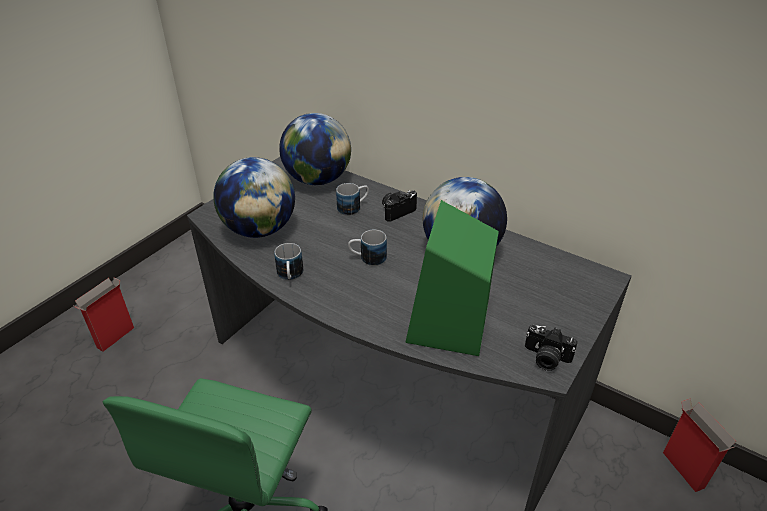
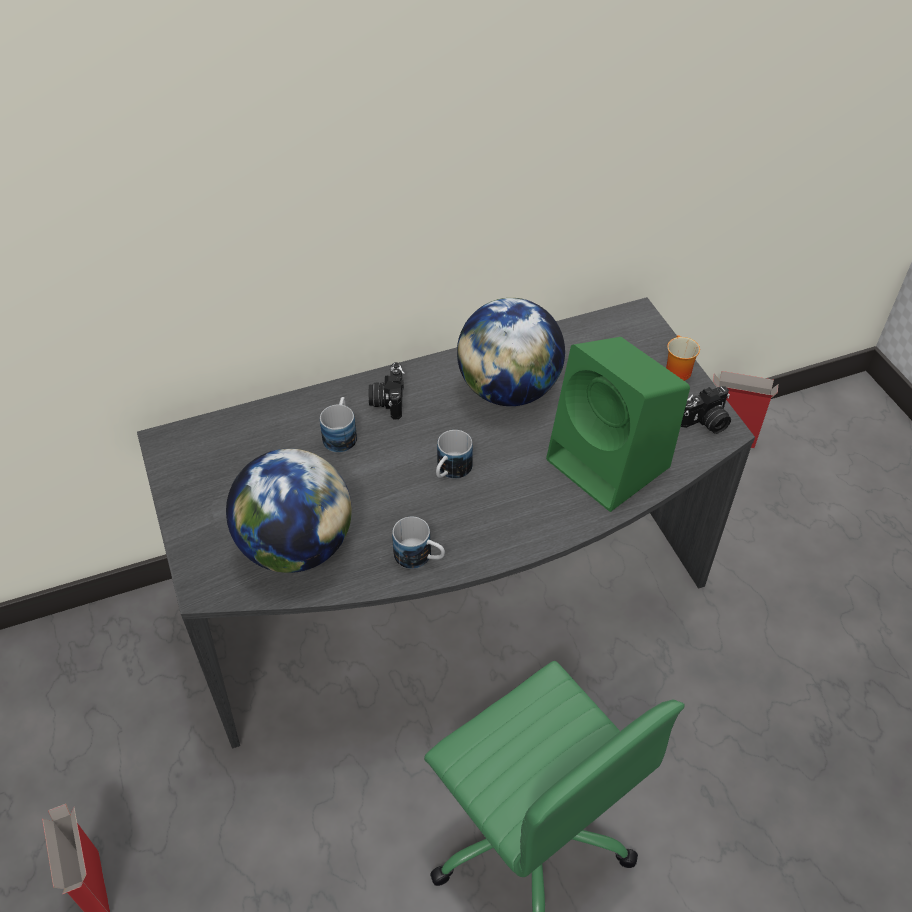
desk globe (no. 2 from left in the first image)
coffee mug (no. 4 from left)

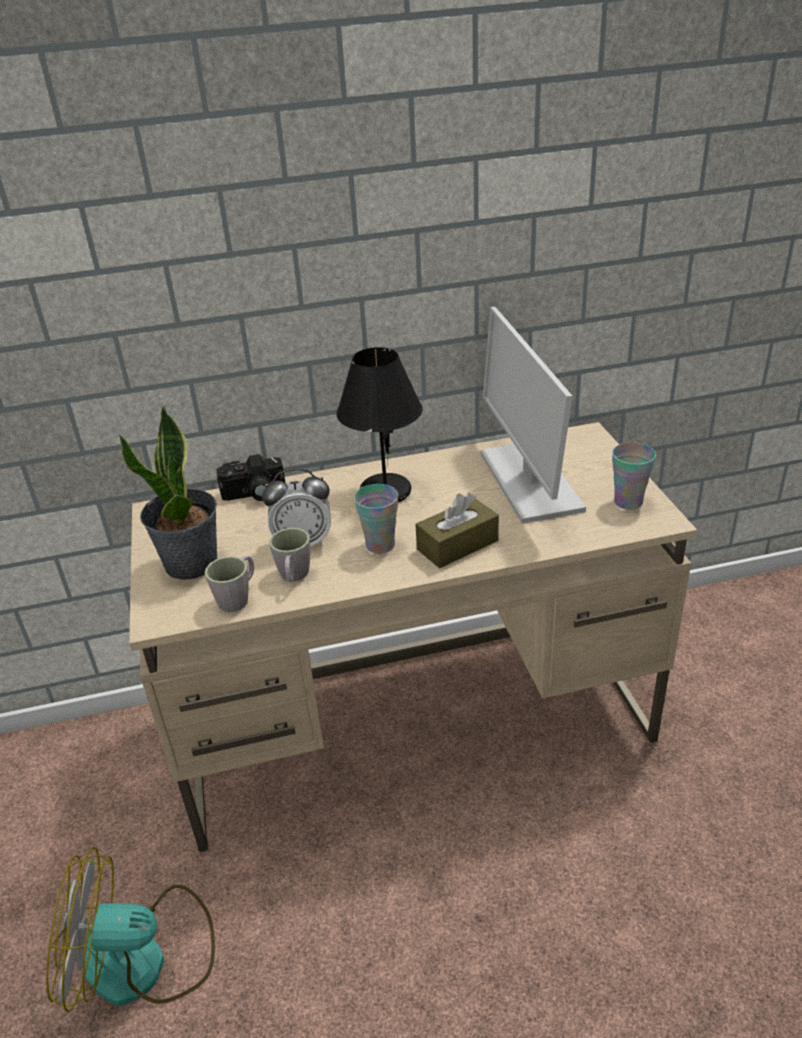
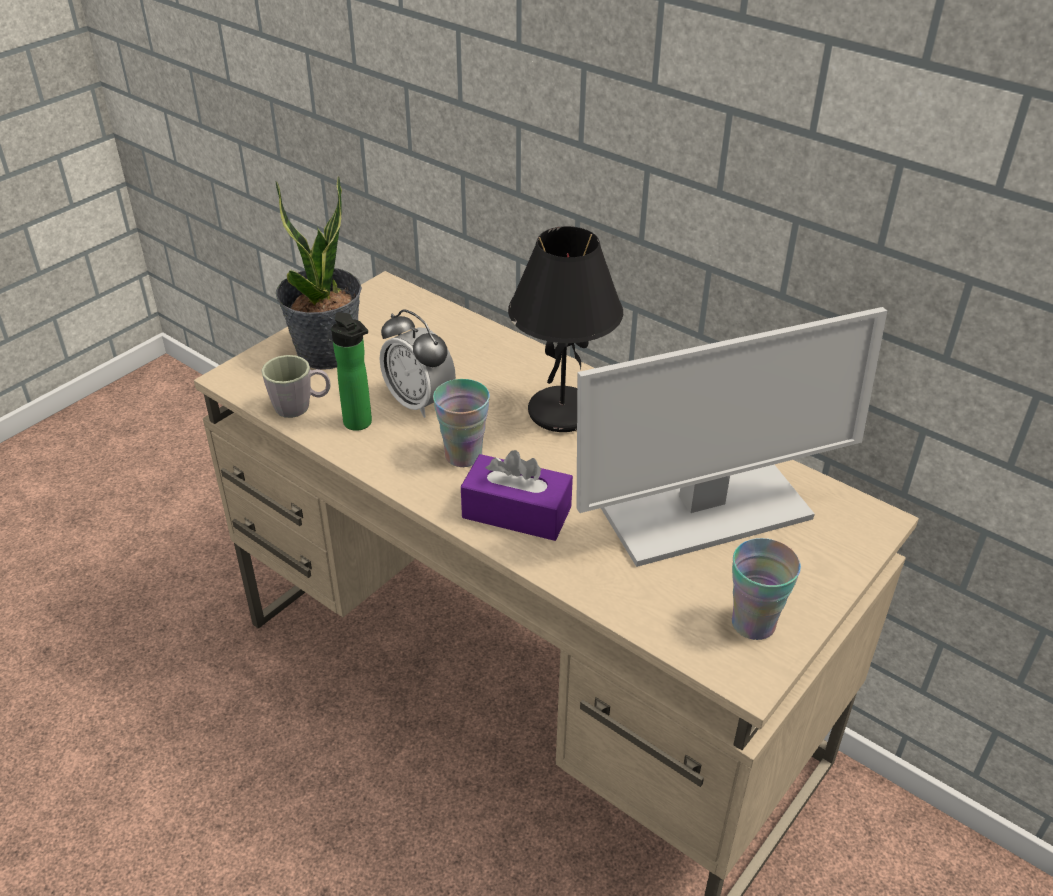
electric fan
photo camera
drink bottle
purple-coloured box of tissues
computer screen

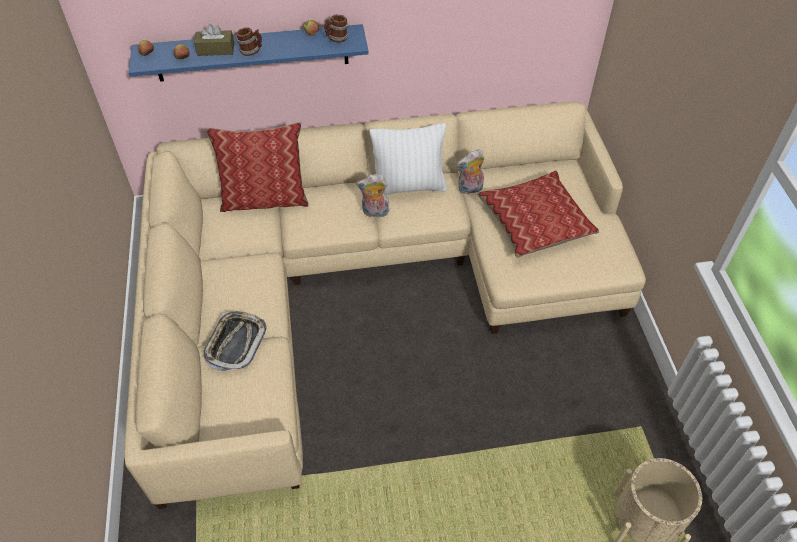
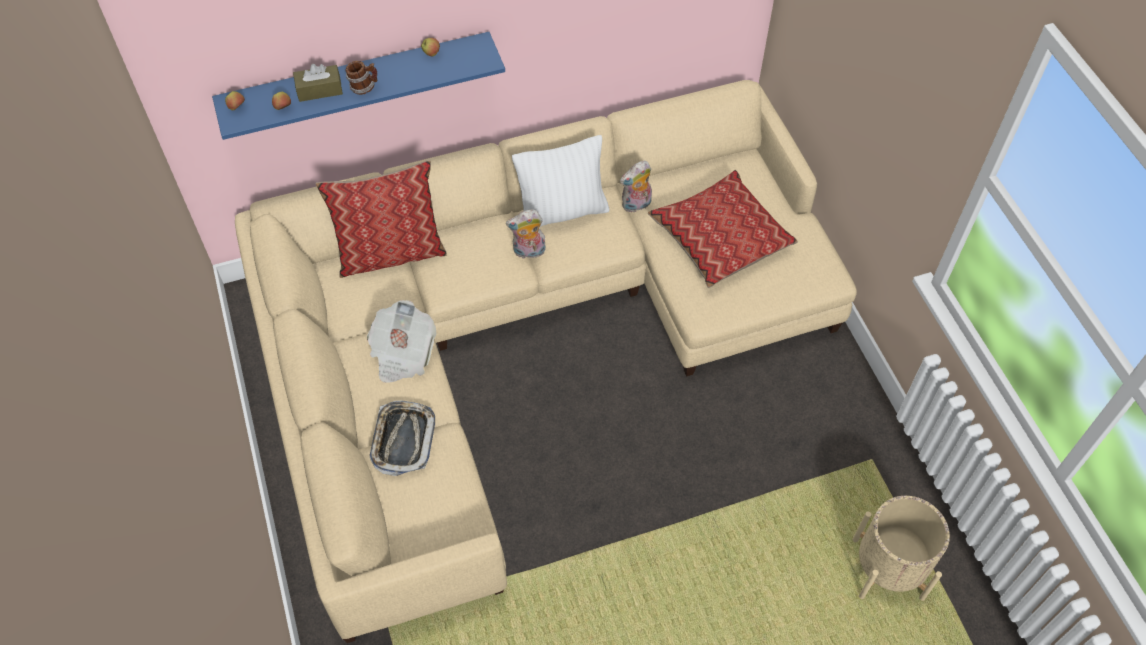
coffee mug (no. 2 from left in the first image)
newspaper

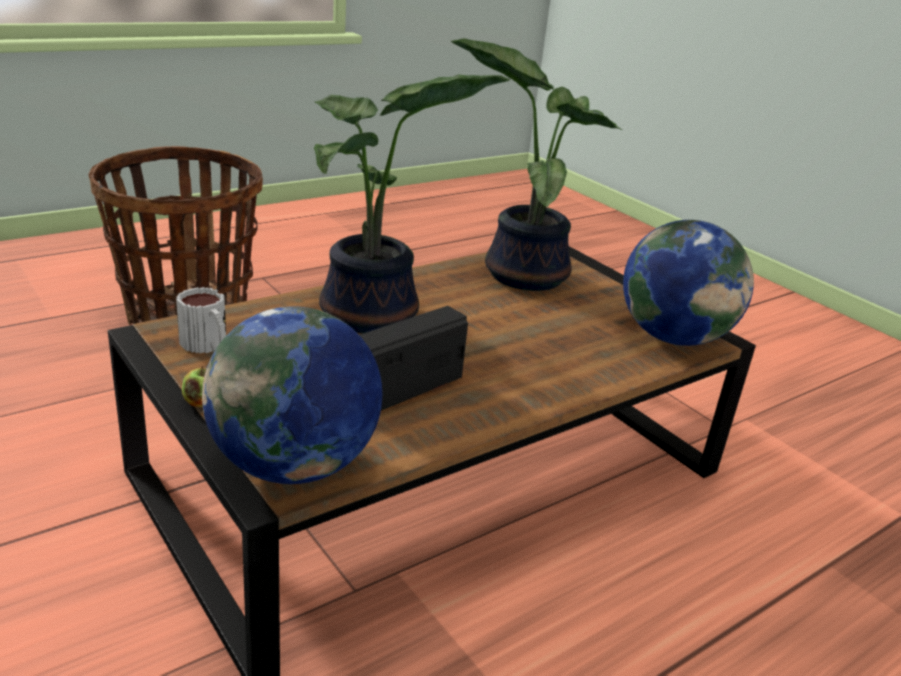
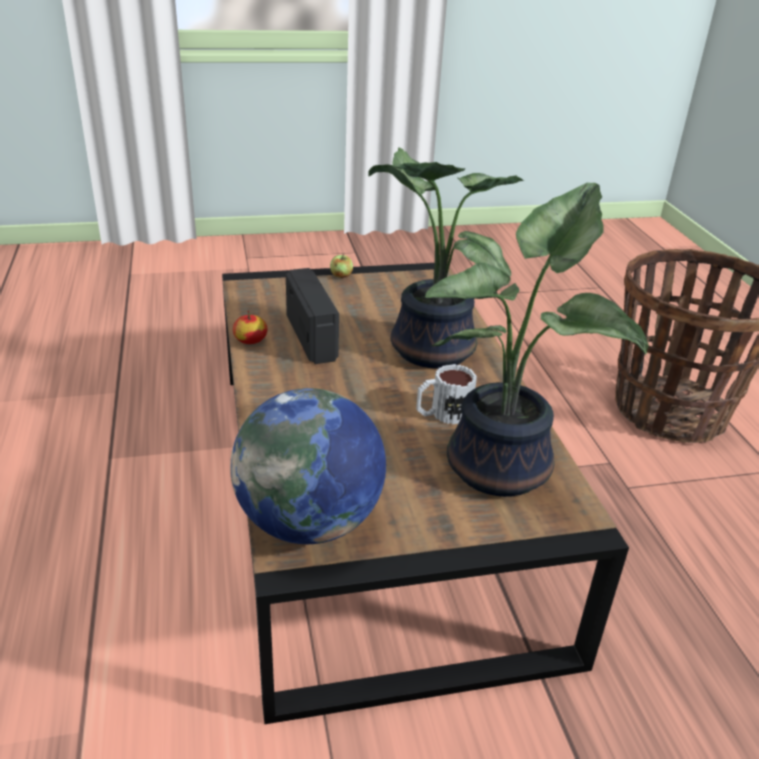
coffee mug
desk globe (no. 1 from left in the first image)
apple (no. 1 from left)

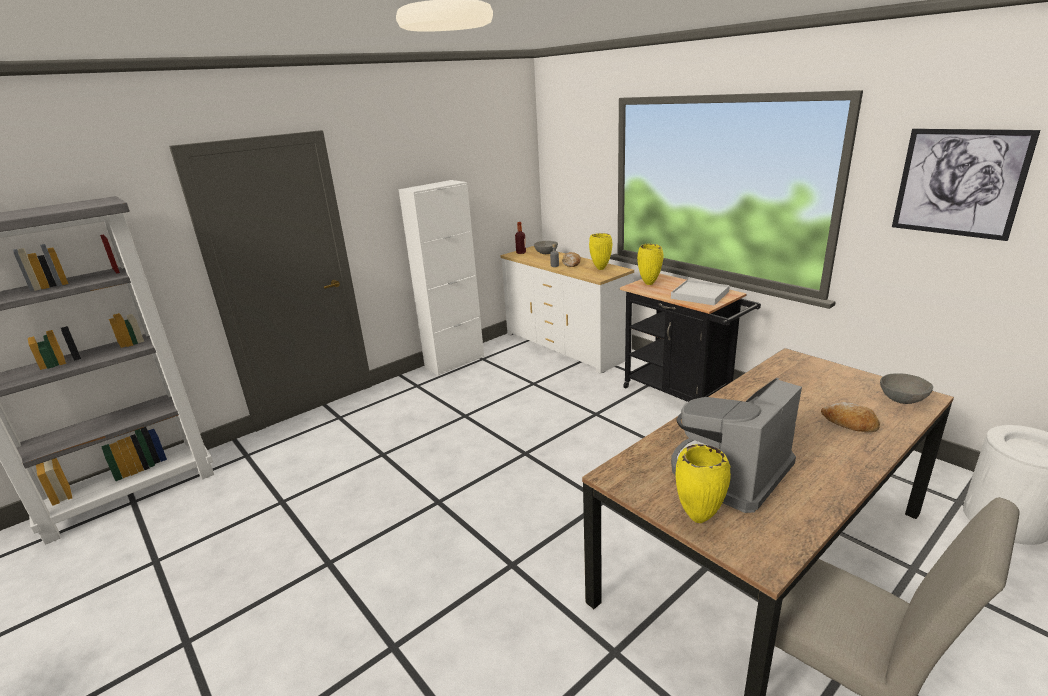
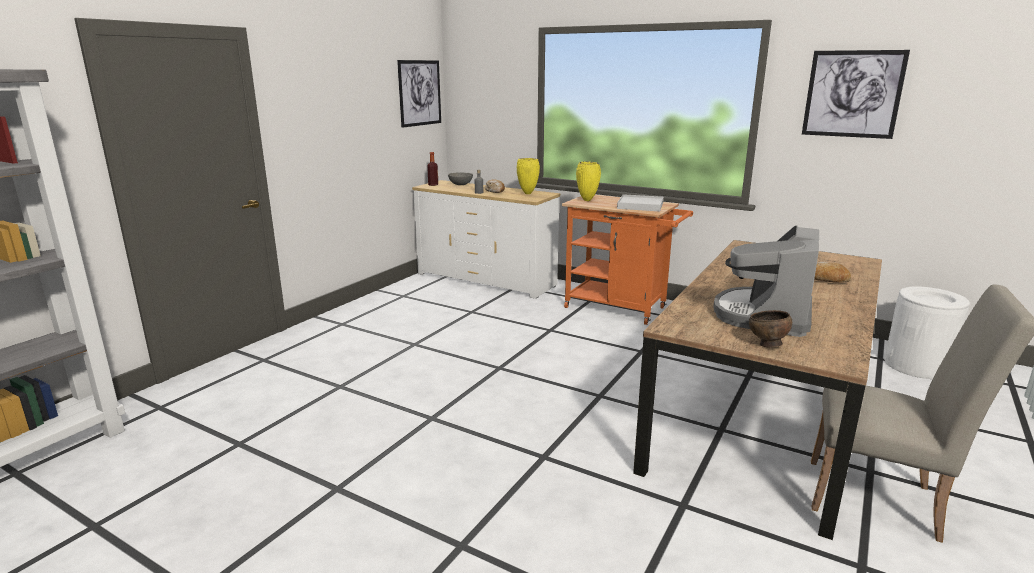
whitish cupboard
orangey cart
brown bowl
greyish bowl (no. 2 from left in the first image)
wall picture (no. 1 from left)

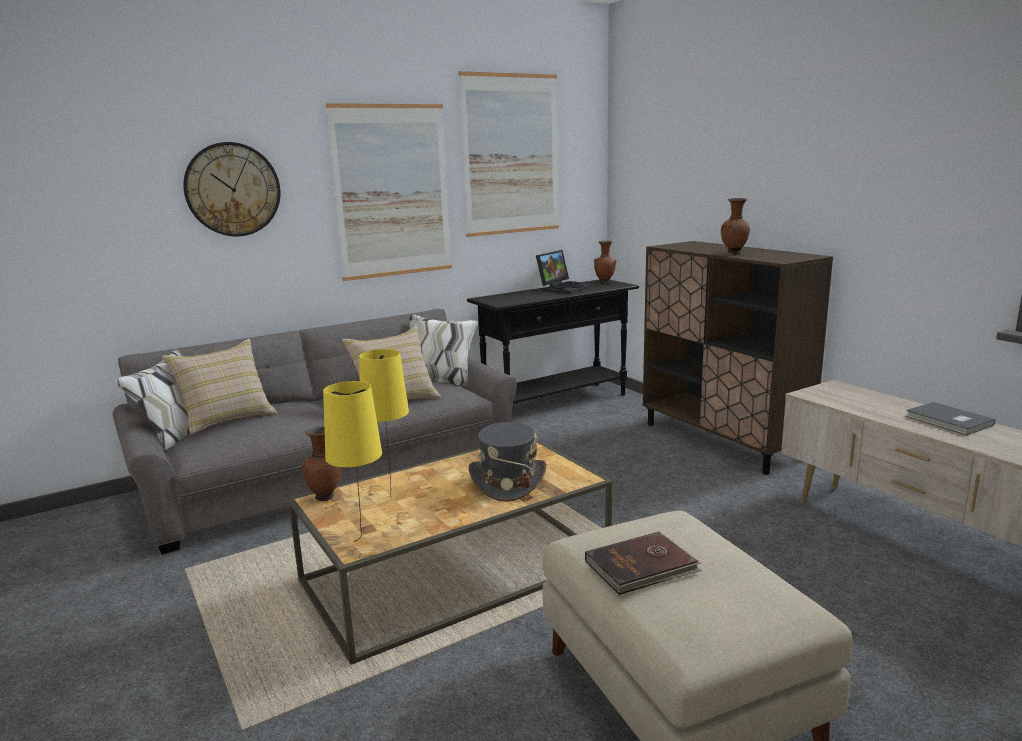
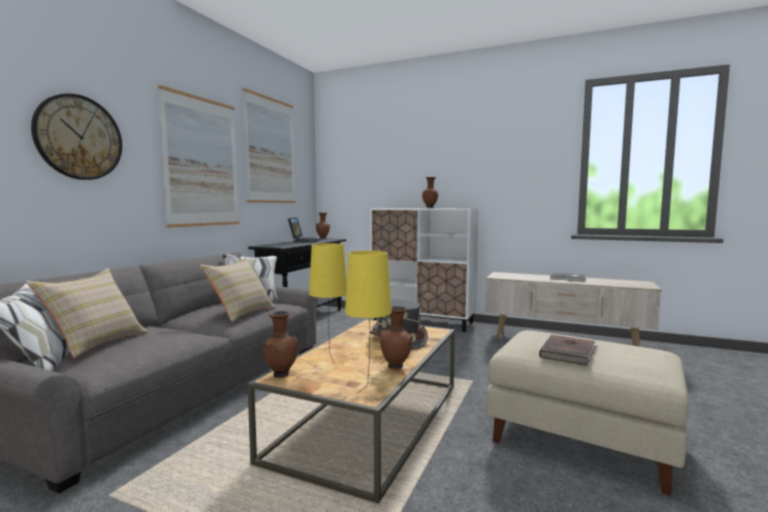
whitish cupboard
brown vase (no. 3 from left)

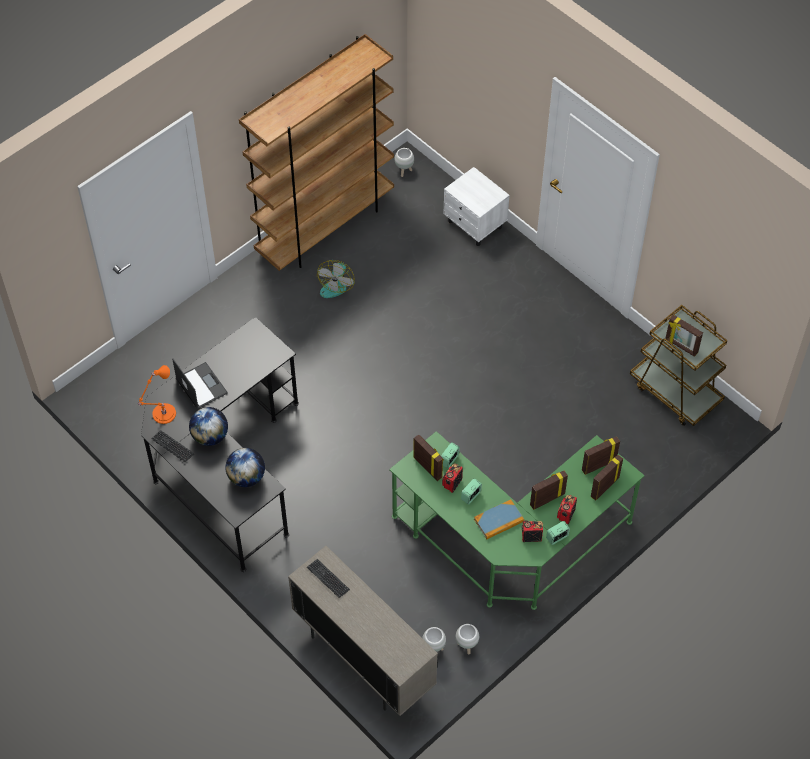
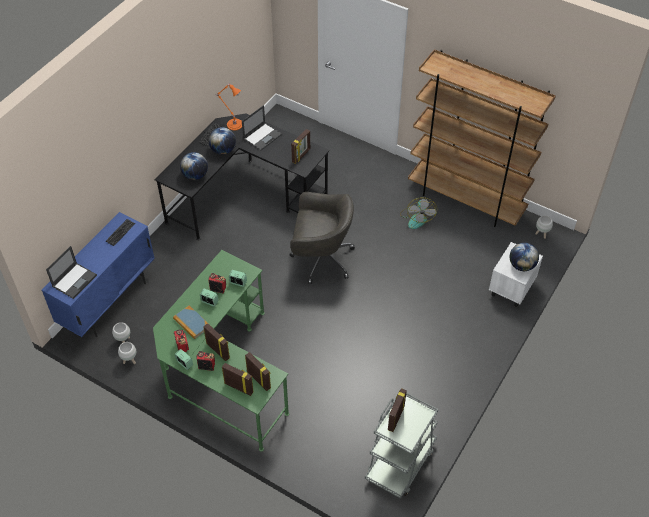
bluish cupboard
electric fan
standing frame (no. 4 from left)
greyish cart
portable computer (no. 1 from left)
greyish desk chair
desk globe (no. 3 from left)

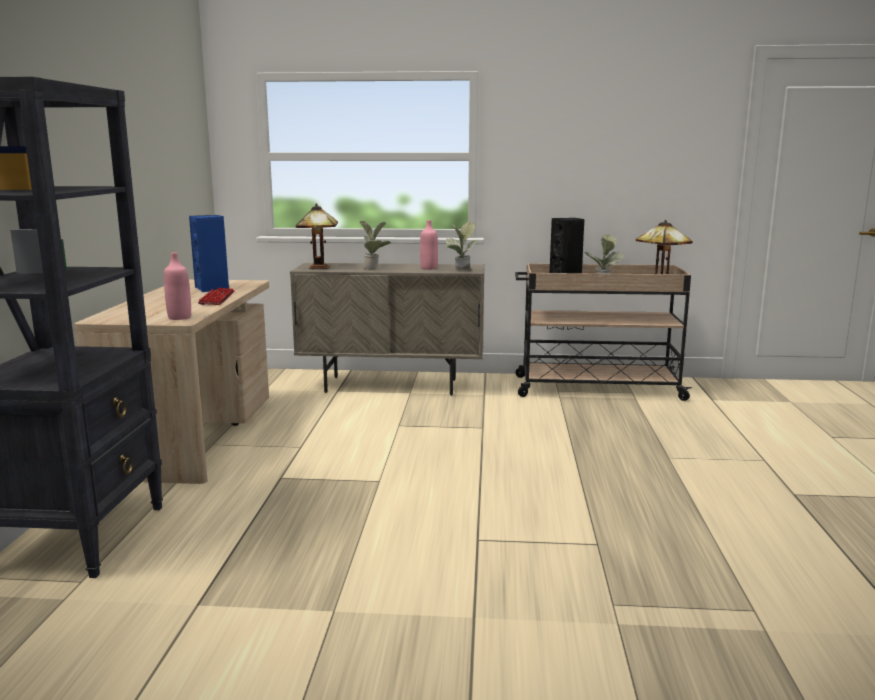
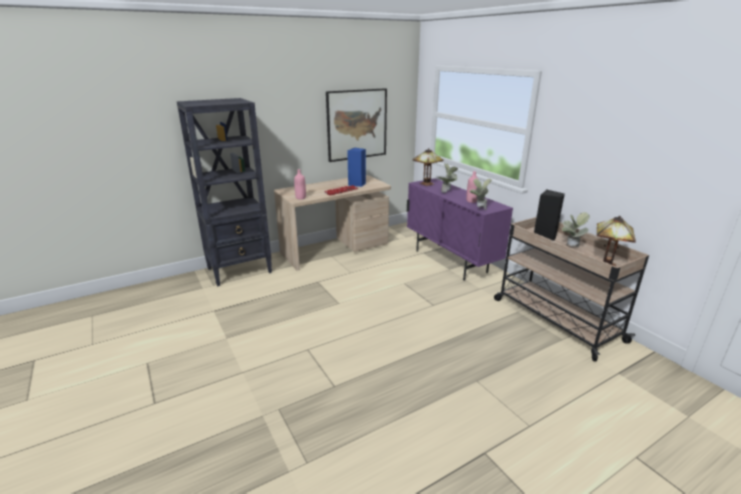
purple-coloured cupboard
wall picture

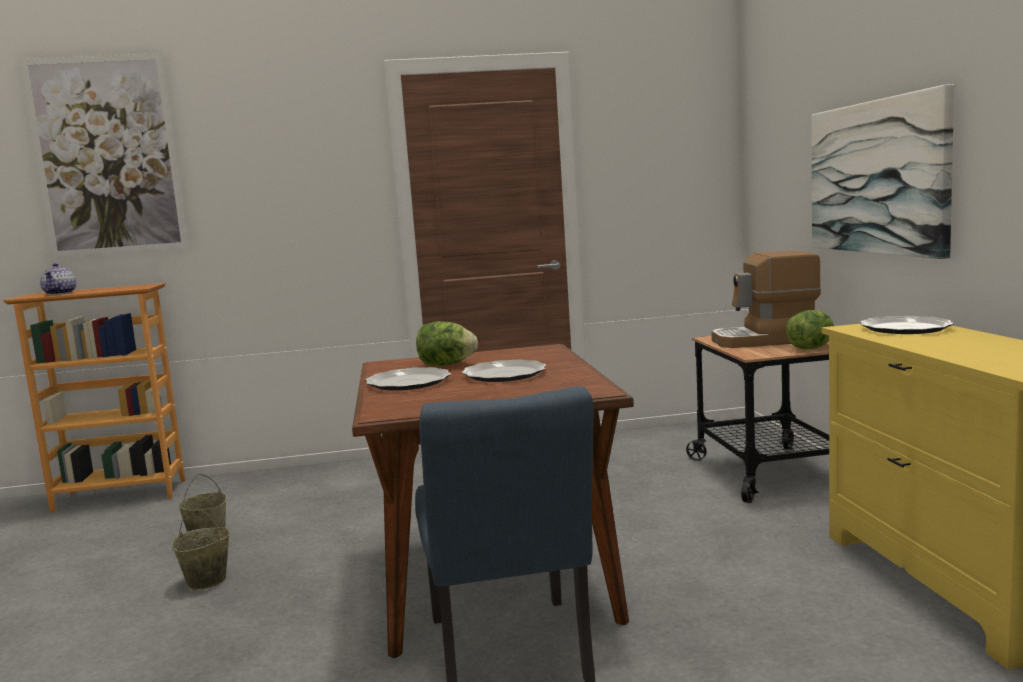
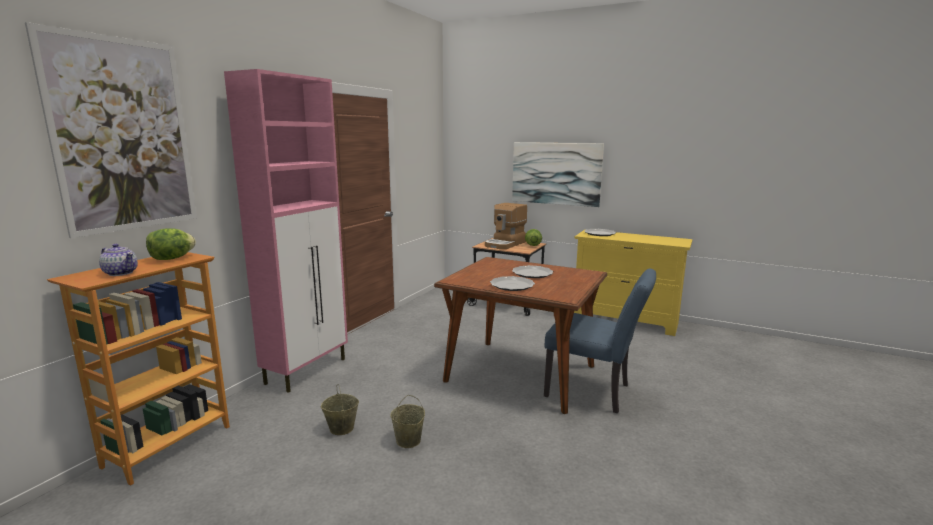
lettuce (no. 1 from left)
pinkish cupboard

